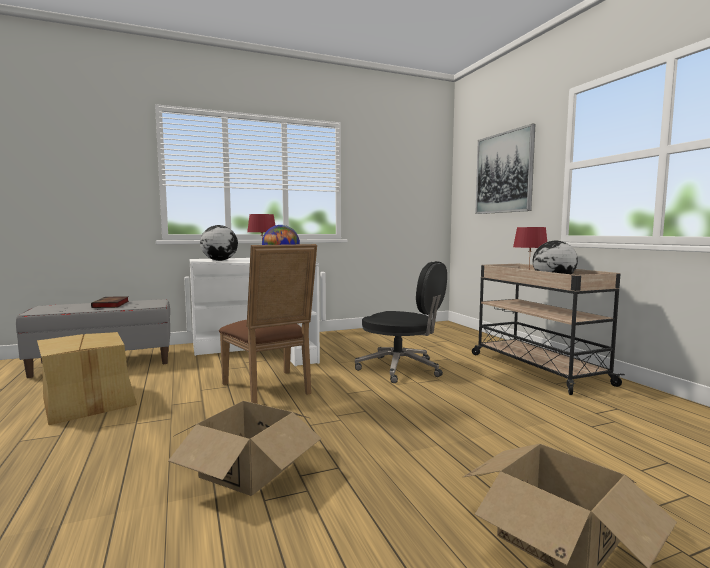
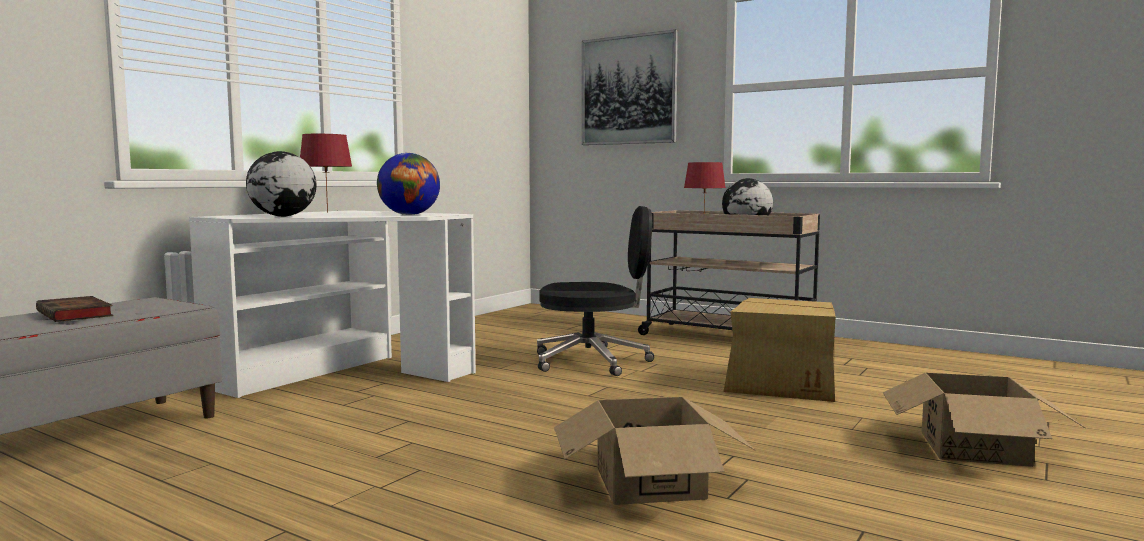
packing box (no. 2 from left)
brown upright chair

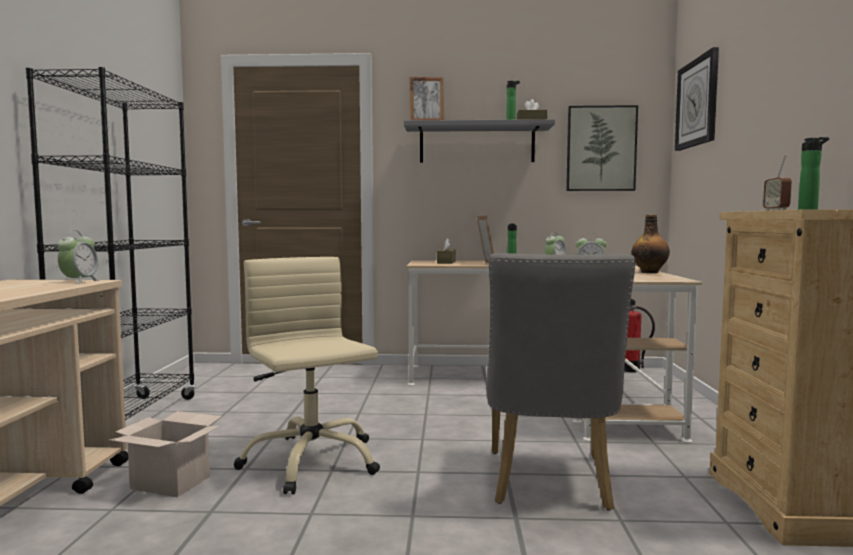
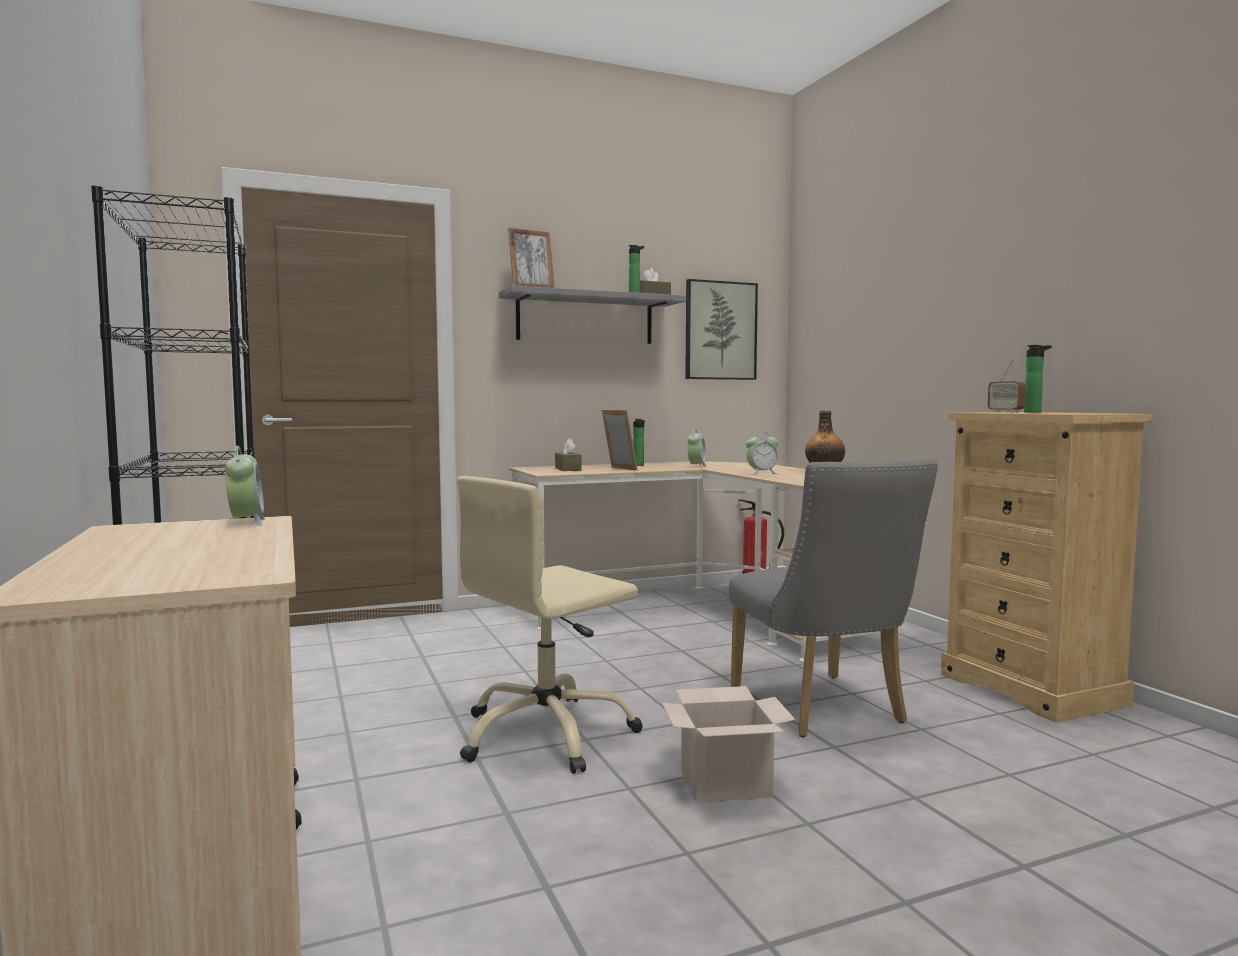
packing box
beige-coloured desk chair
hanging clock

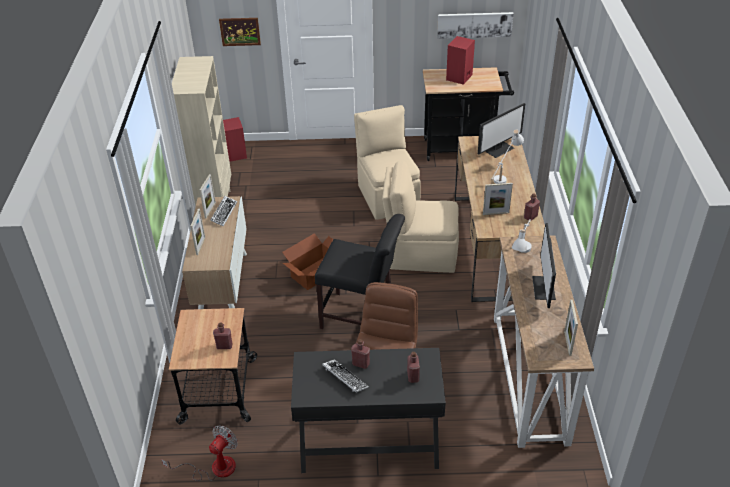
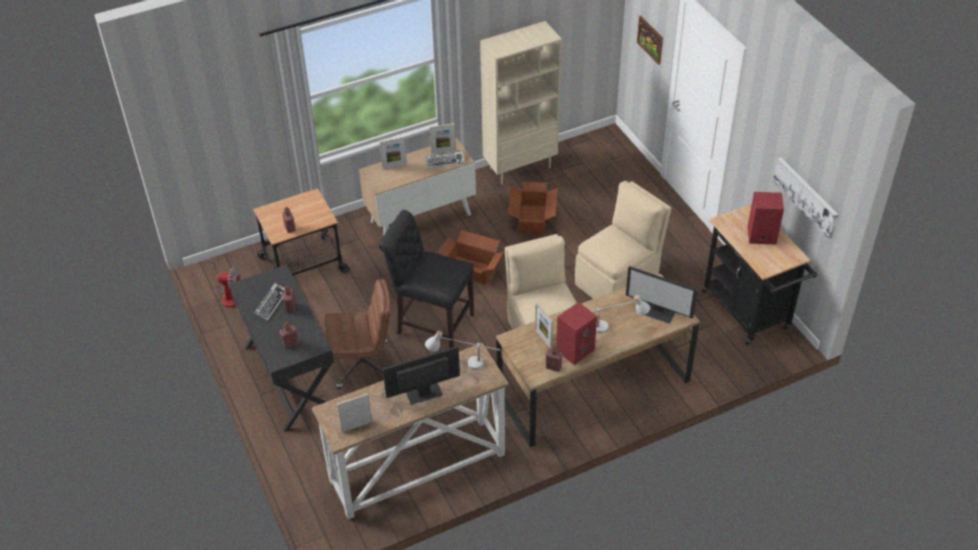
reddish audio speaker (no. 1 from left)
blackish upright chair
packing box (no. 2 from left)

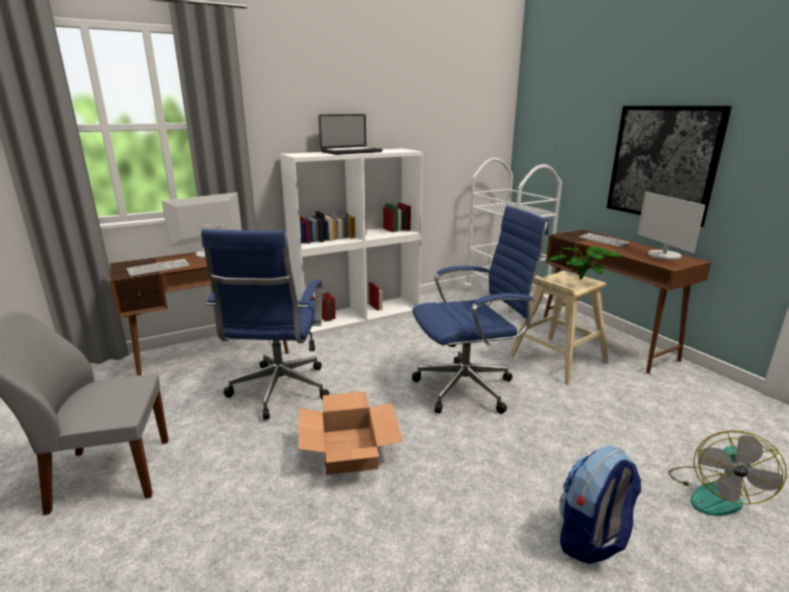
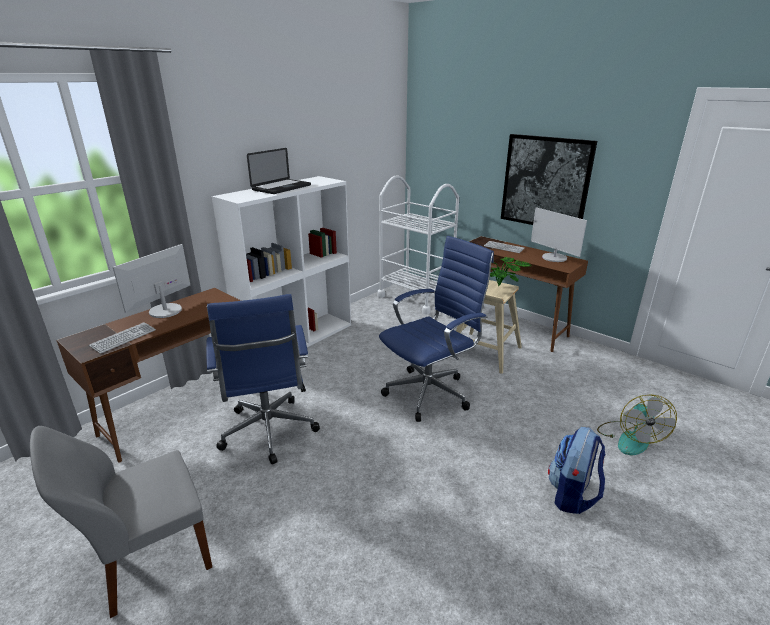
packing box

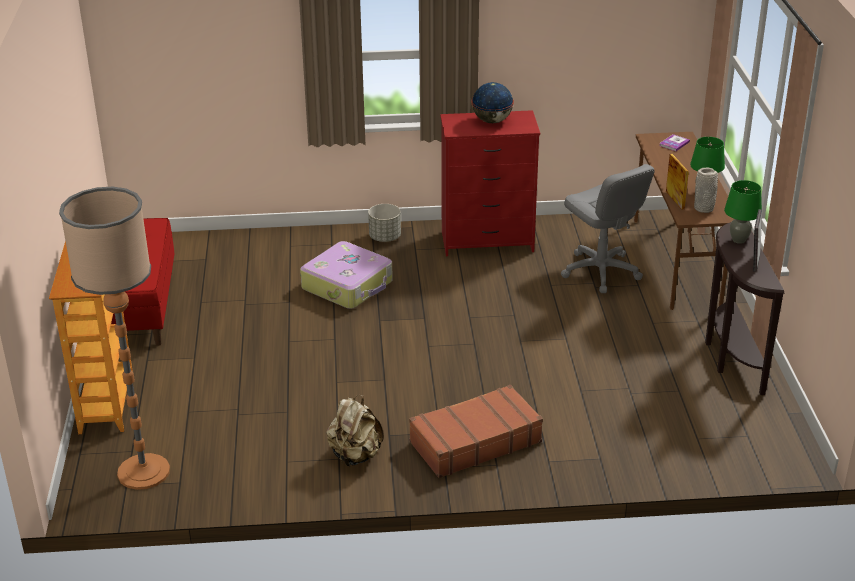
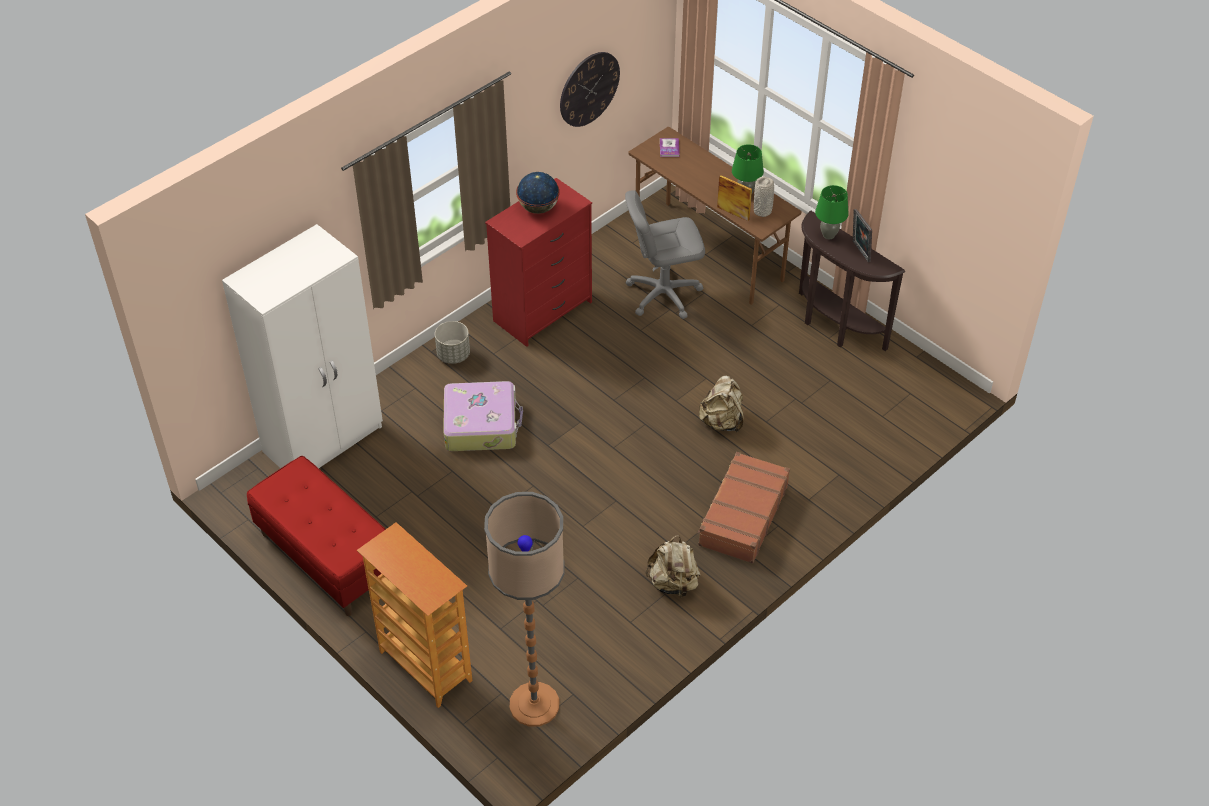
greyish desk chair
whitish clothes cupboard
hanging clock
beige-coloured knapsack (no. 2 from left)

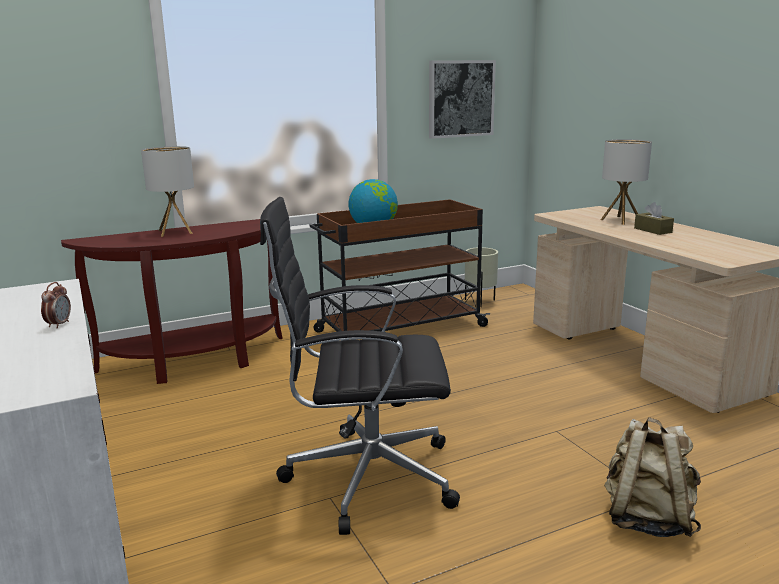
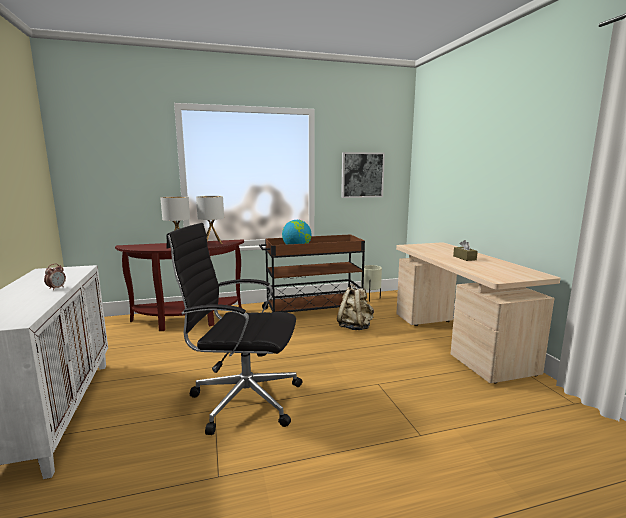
table lamp (no. 2 from left)
beige-coloured knapsack

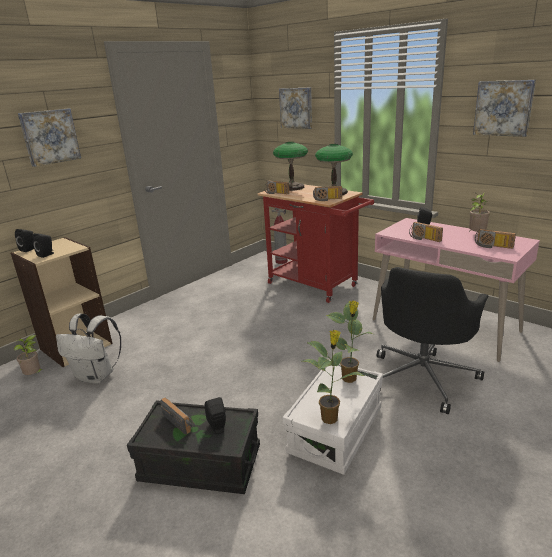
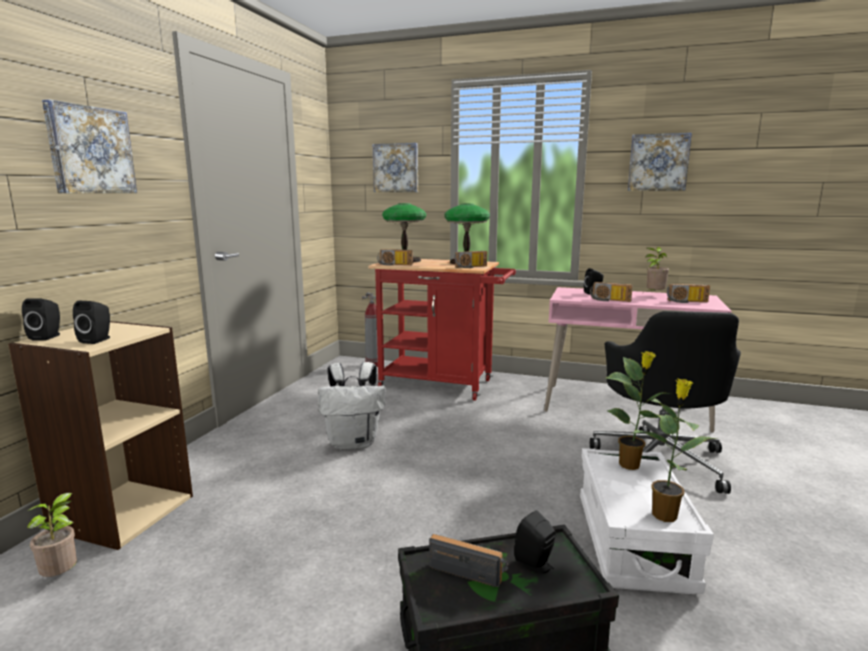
whitish knapsack

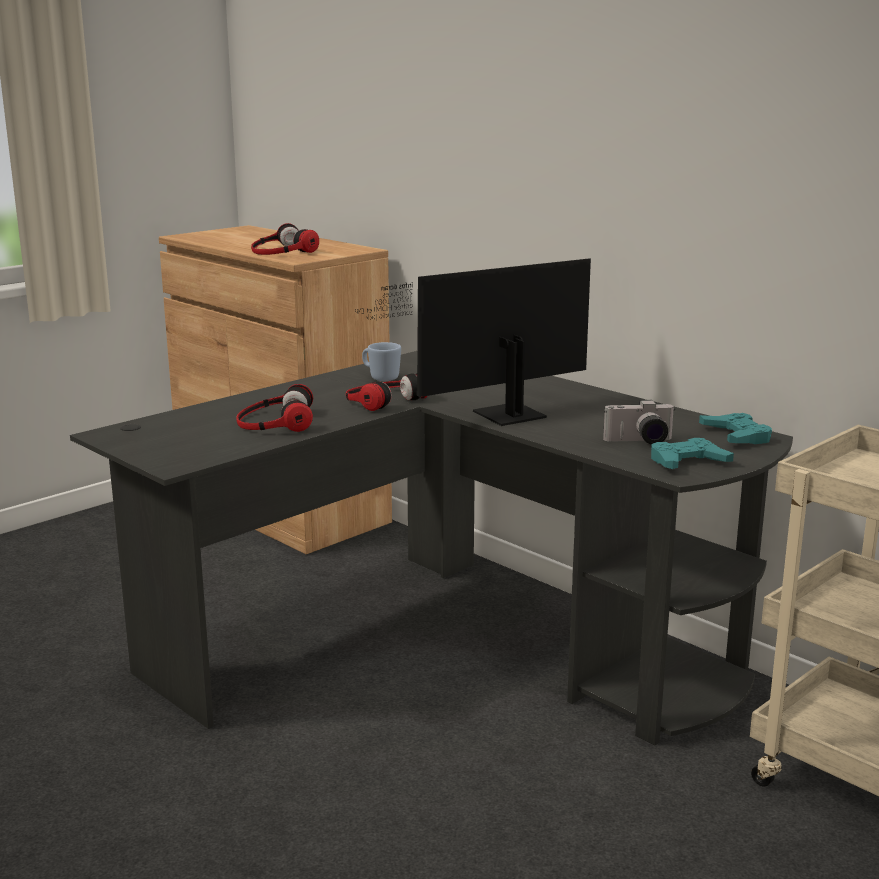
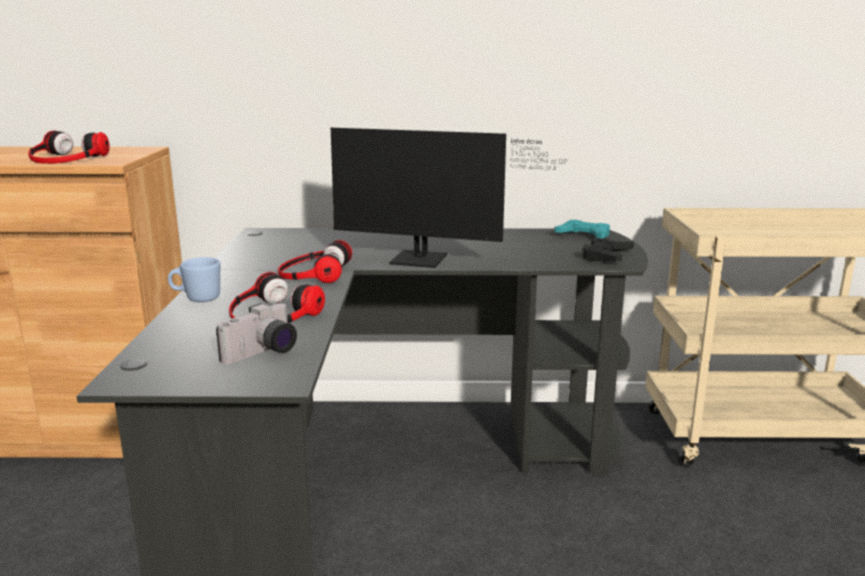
computer screen
bluish coffee mug
photo camera
blackish joypad

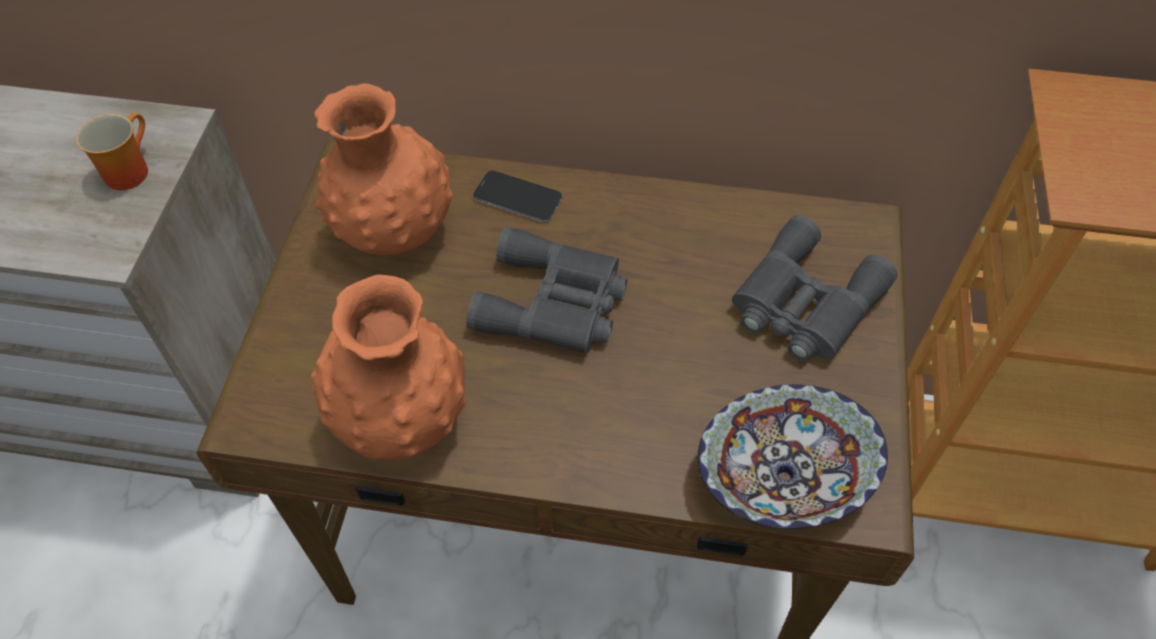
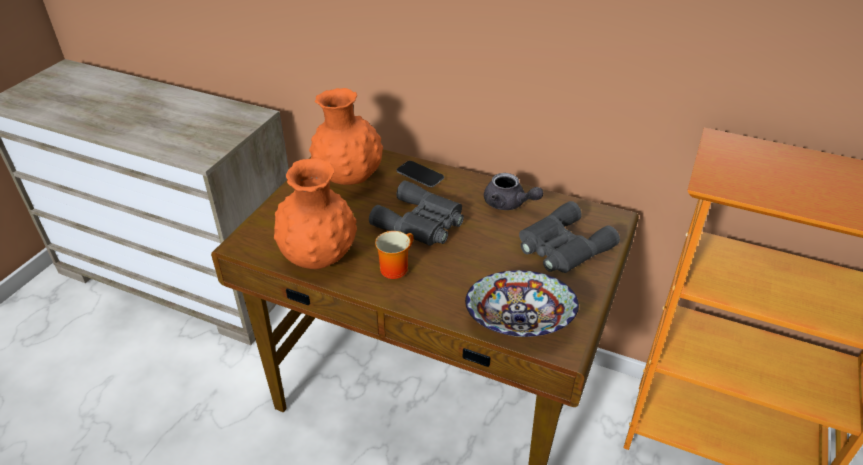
coffee mug
greyish tea pot

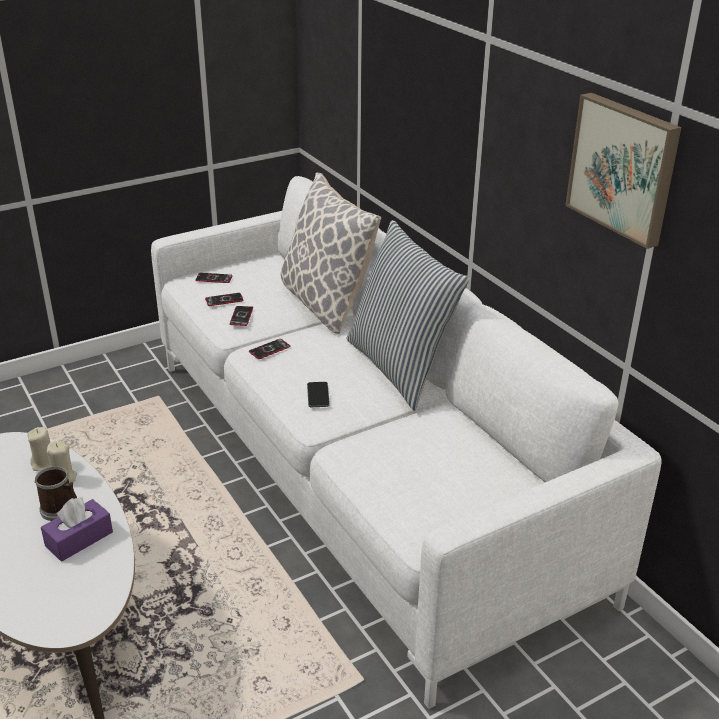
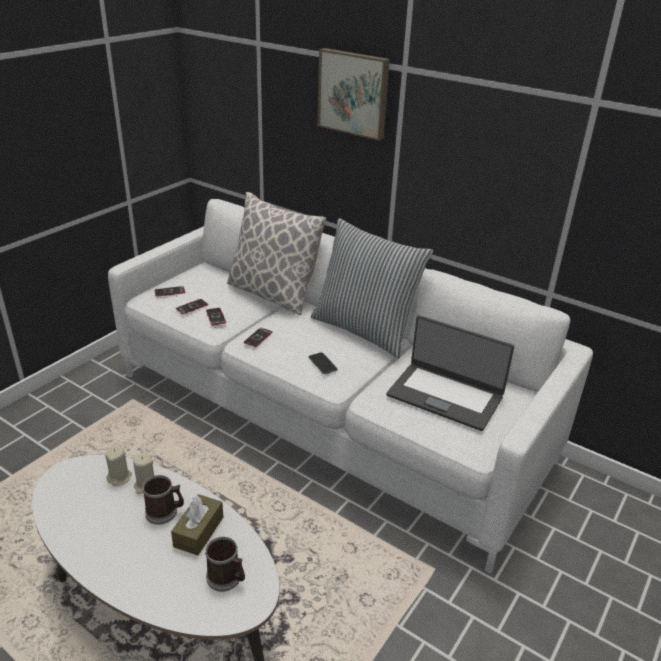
brown box of tissues
wall picture
coffee mug (no. 2 from left)
portable computer

